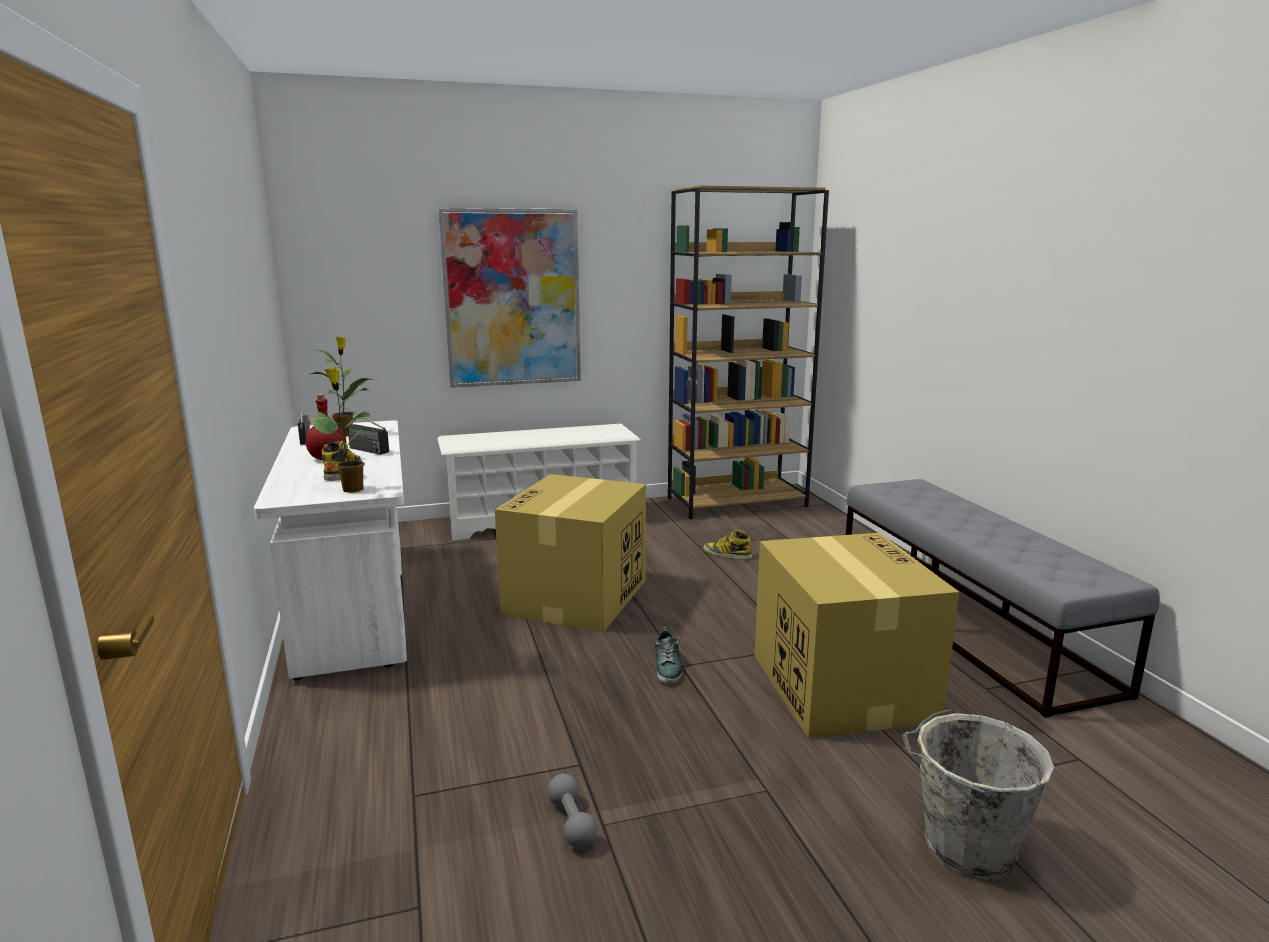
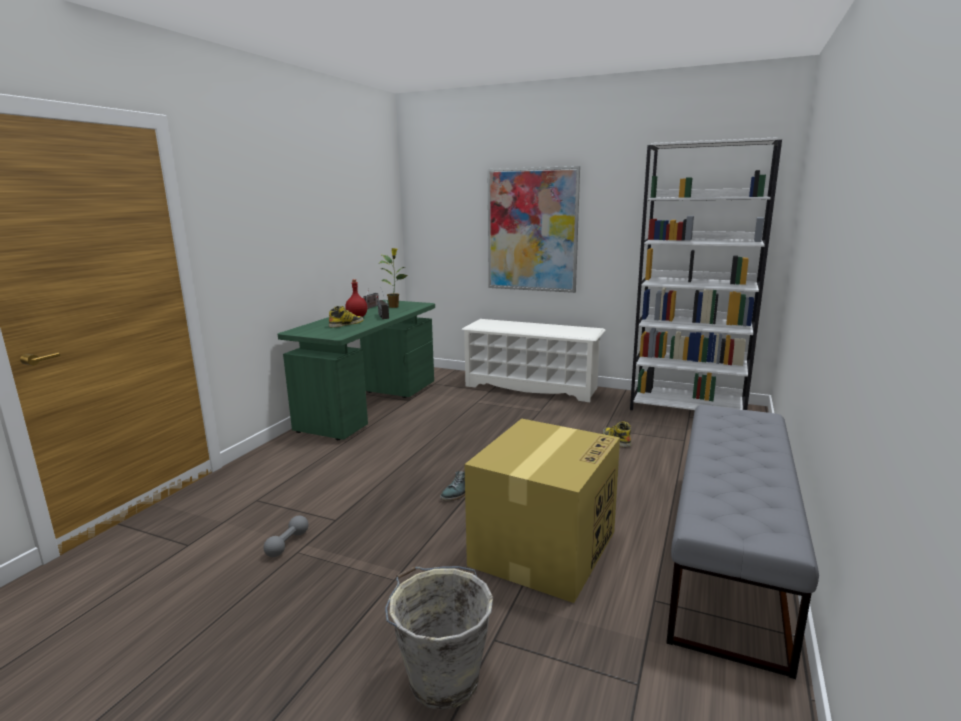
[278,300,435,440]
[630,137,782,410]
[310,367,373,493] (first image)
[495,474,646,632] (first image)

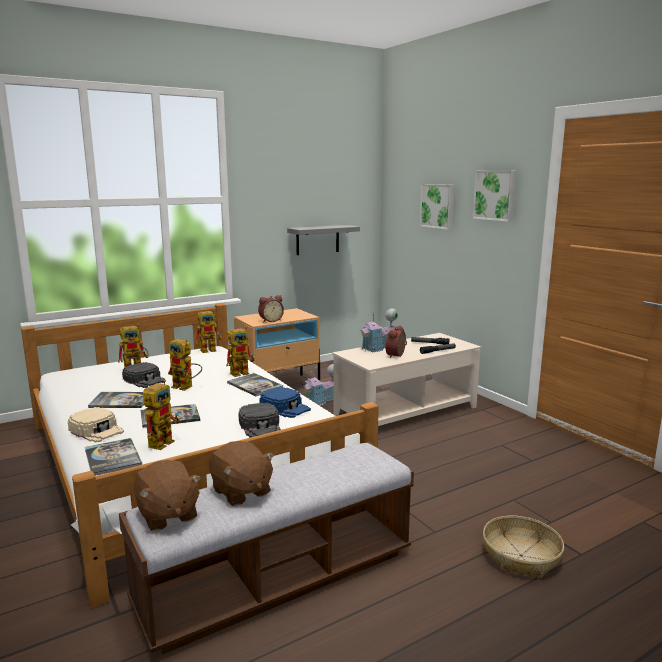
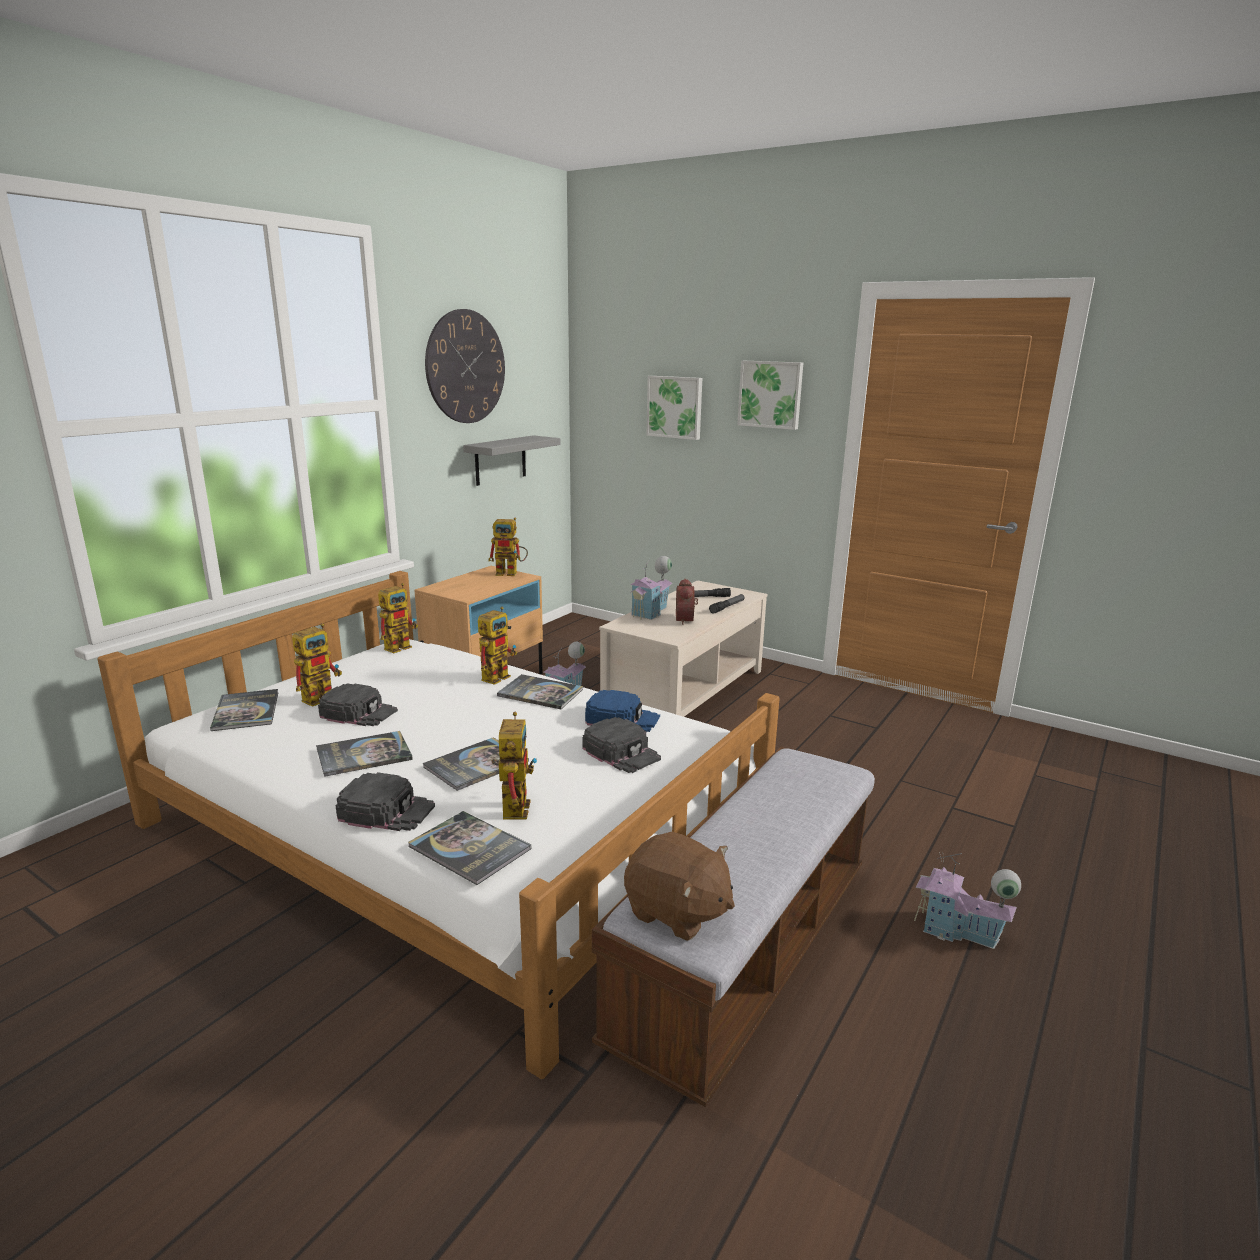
[210,689,279,731]
[335,772,435,831]
[425,309,505,423]
[488,518,528,576]
[914,852,1021,949]
[209,441,274,506] (first image)
[258,295,284,323] (first image)
[483,515,564,579] (first image)

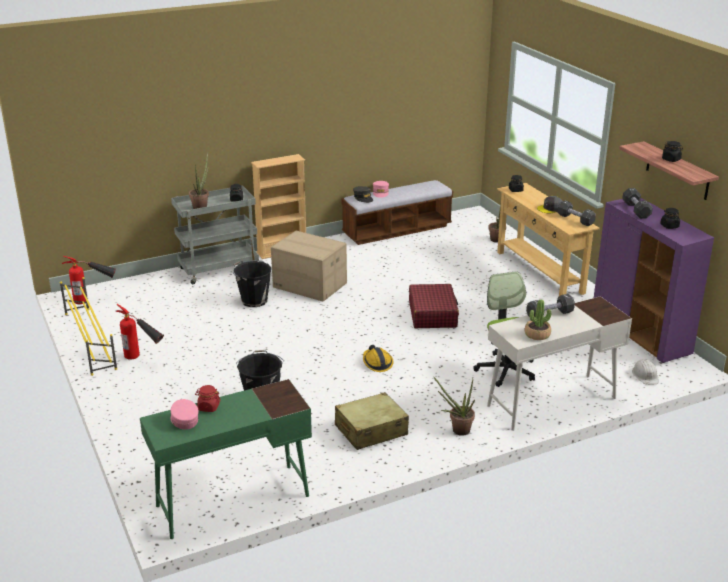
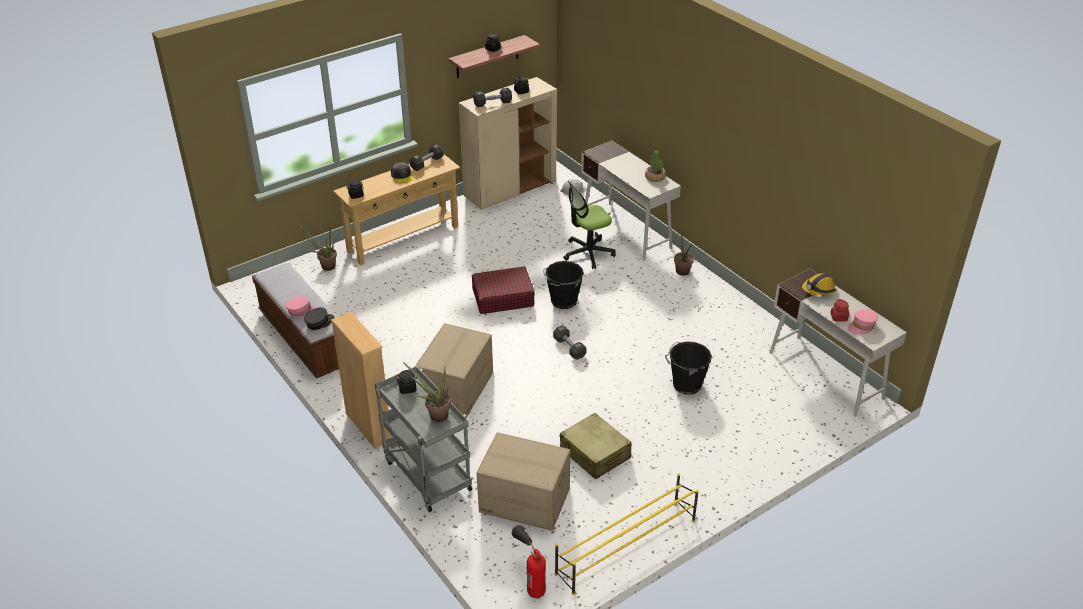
[459,77,557,210]
[476,432,570,531]
[543,261,584,309]
[553,325,587,360]
[560,413,632,479]
[769,269,907,417]
[802,273,837,296]
[115,304,164,360] (first image)

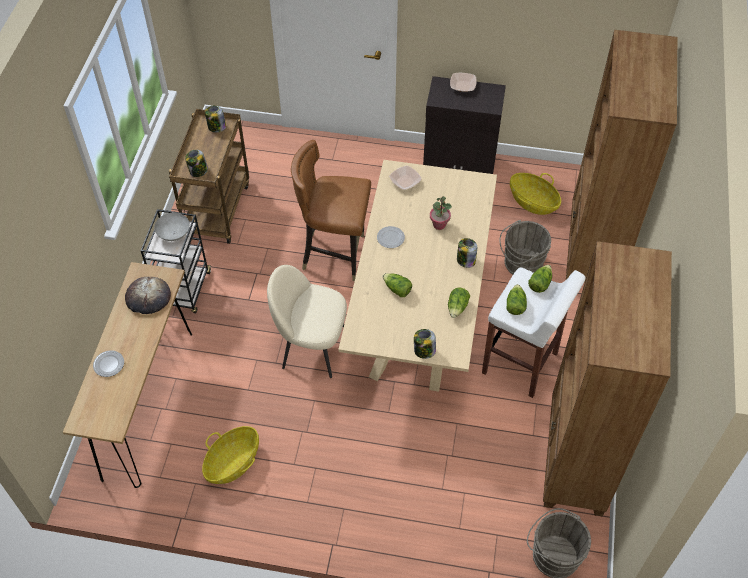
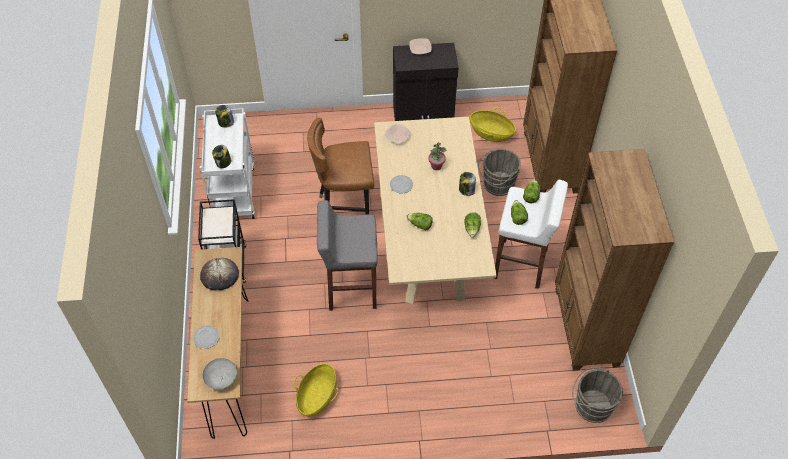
[200,108,255,219]
[203,358,237,390]
[317,200,378,311]
[414,329,436,359] (first image)

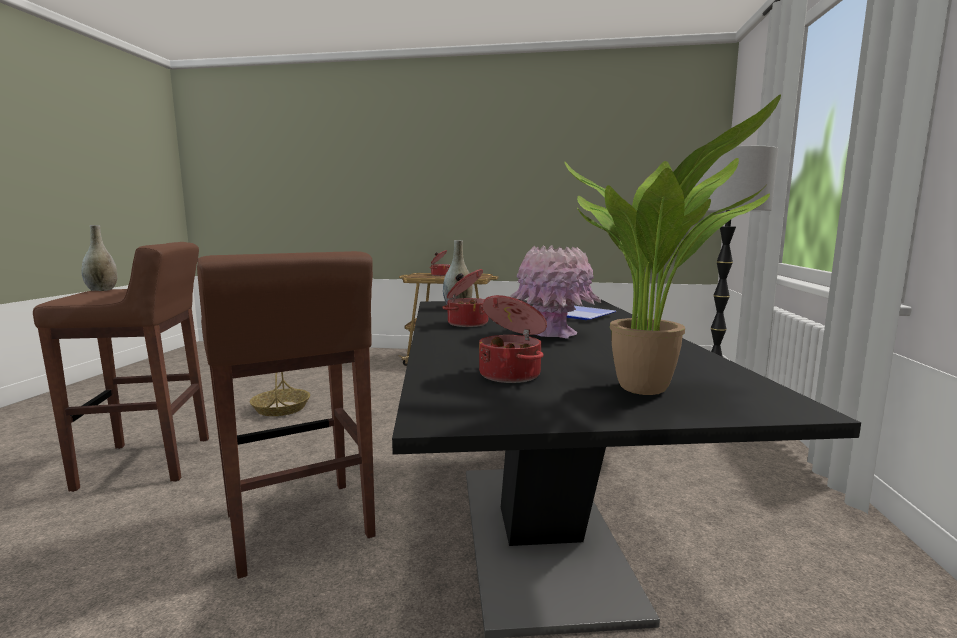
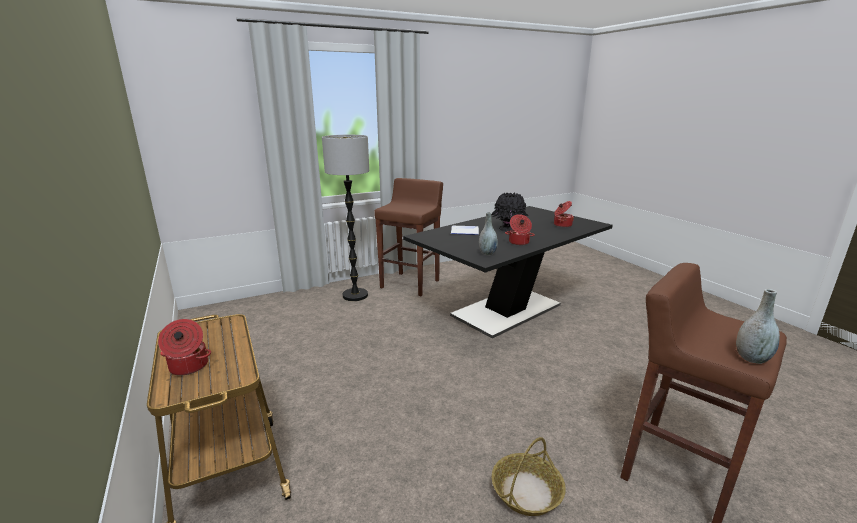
[374,178,443,296]
[492,193,528,231]
[564,95,781,395] (first image)

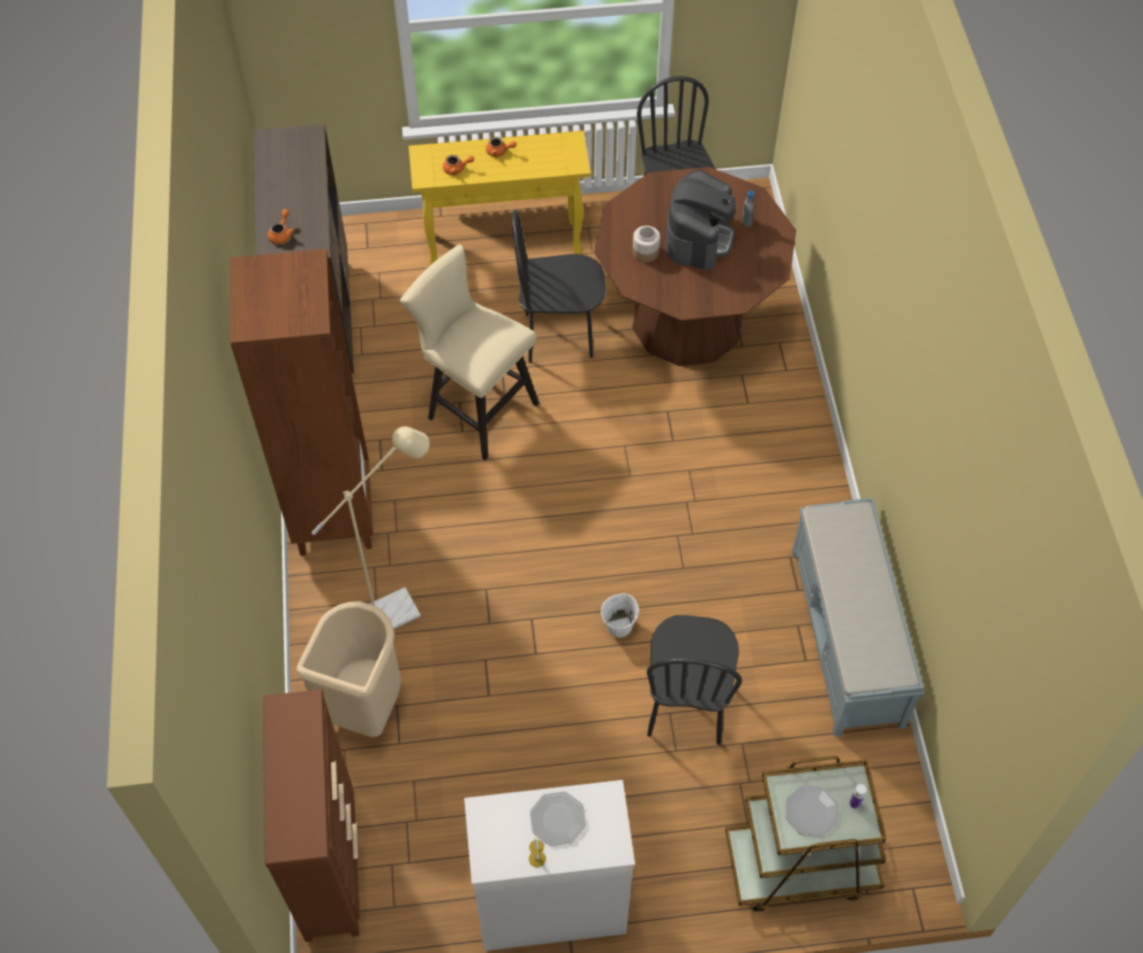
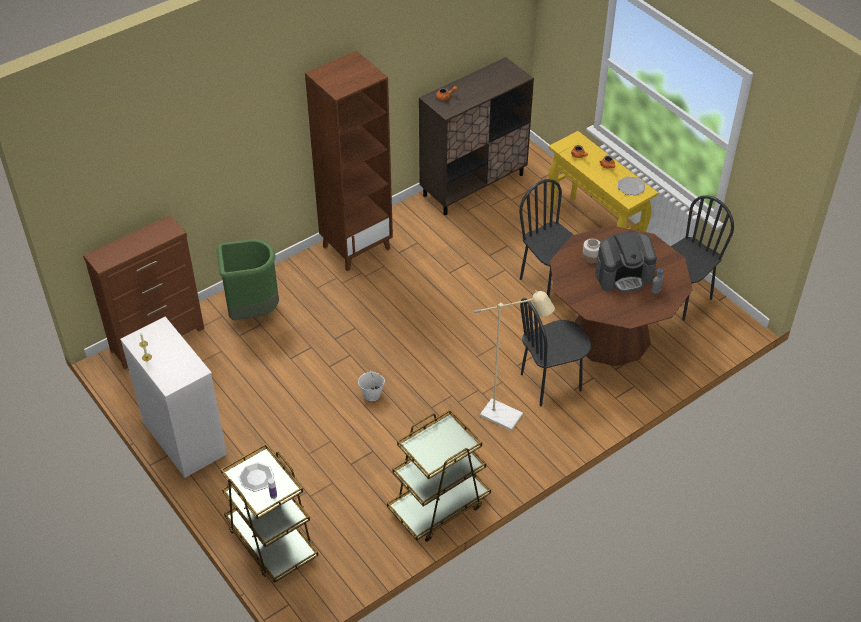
[217,239,279,320]
[387,409,491,542]
[474,290,555,431]
[520,298,591,406]
[618,177,645,195]
[400,244,539,461] (first image)

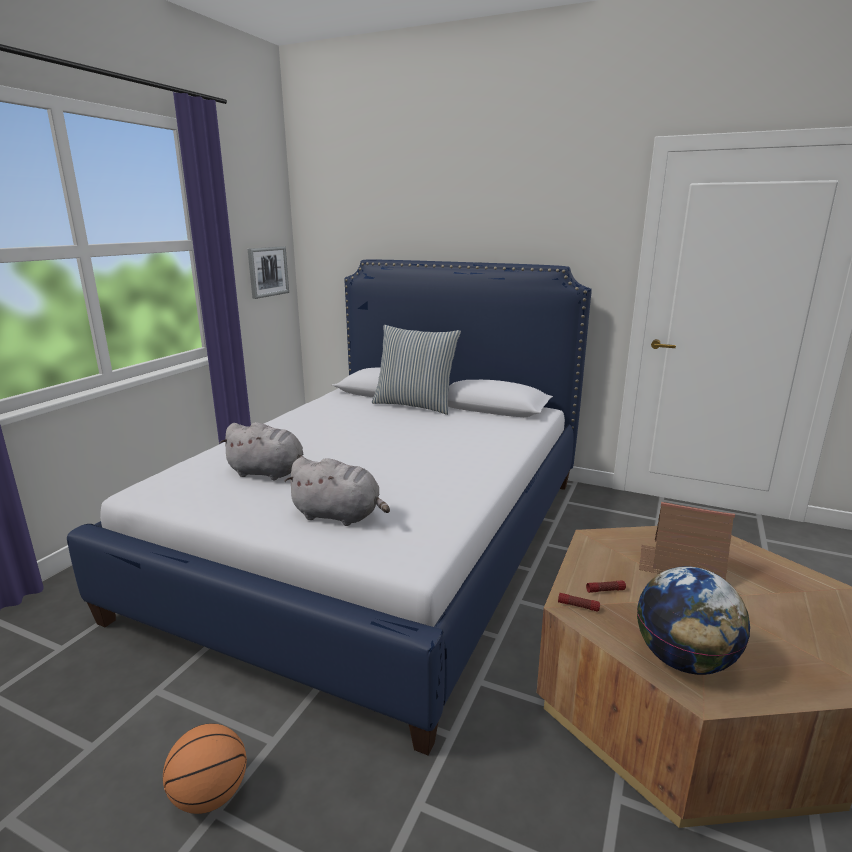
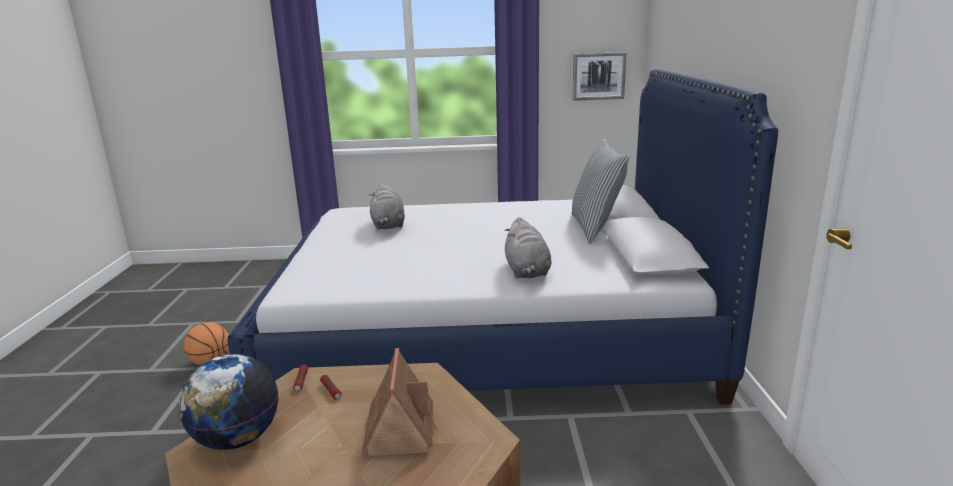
[505,217,552,278]

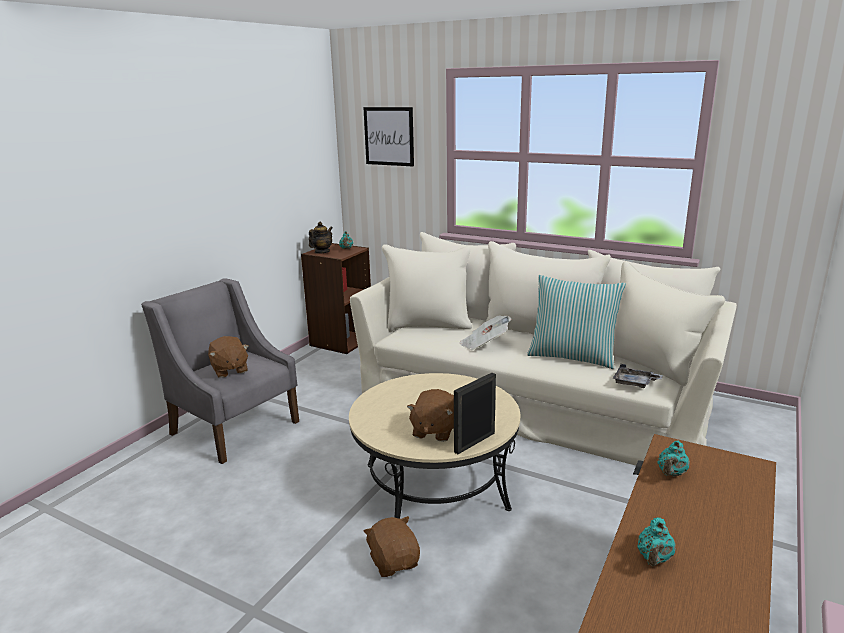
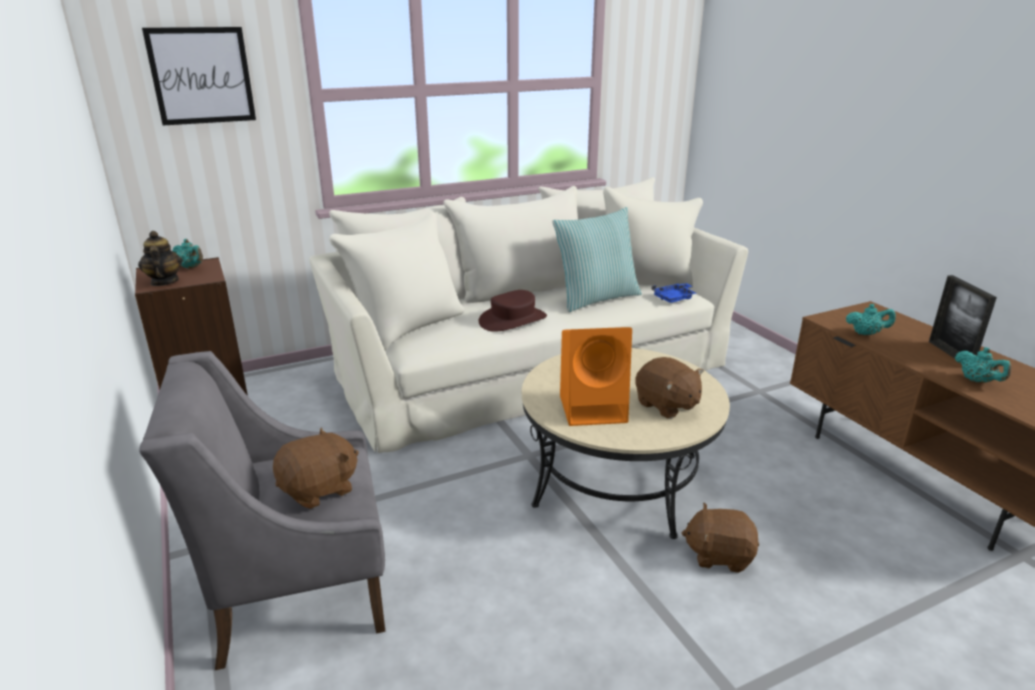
[273,428,359,509]
[479,290,547,332]
[560,327,632,426]
[652,283,697,303]
[846,304,896,335]
[929,275,997,359]

